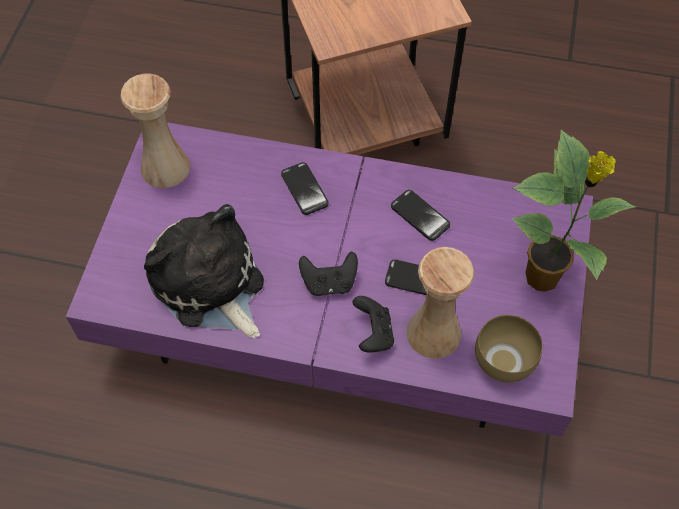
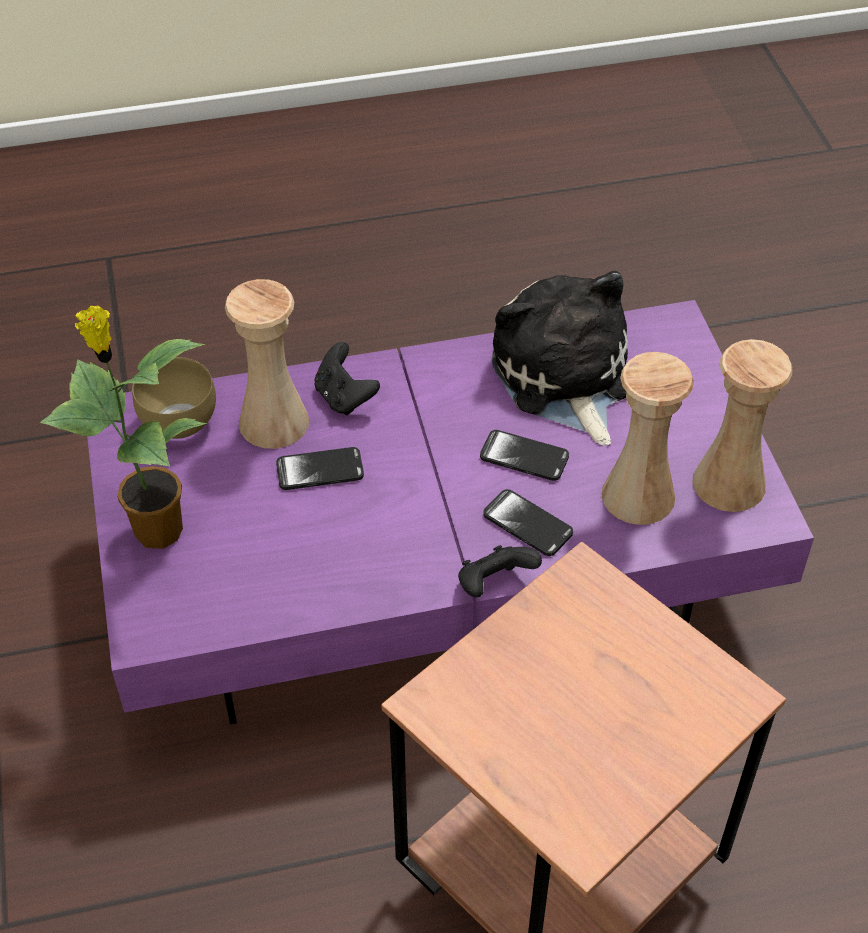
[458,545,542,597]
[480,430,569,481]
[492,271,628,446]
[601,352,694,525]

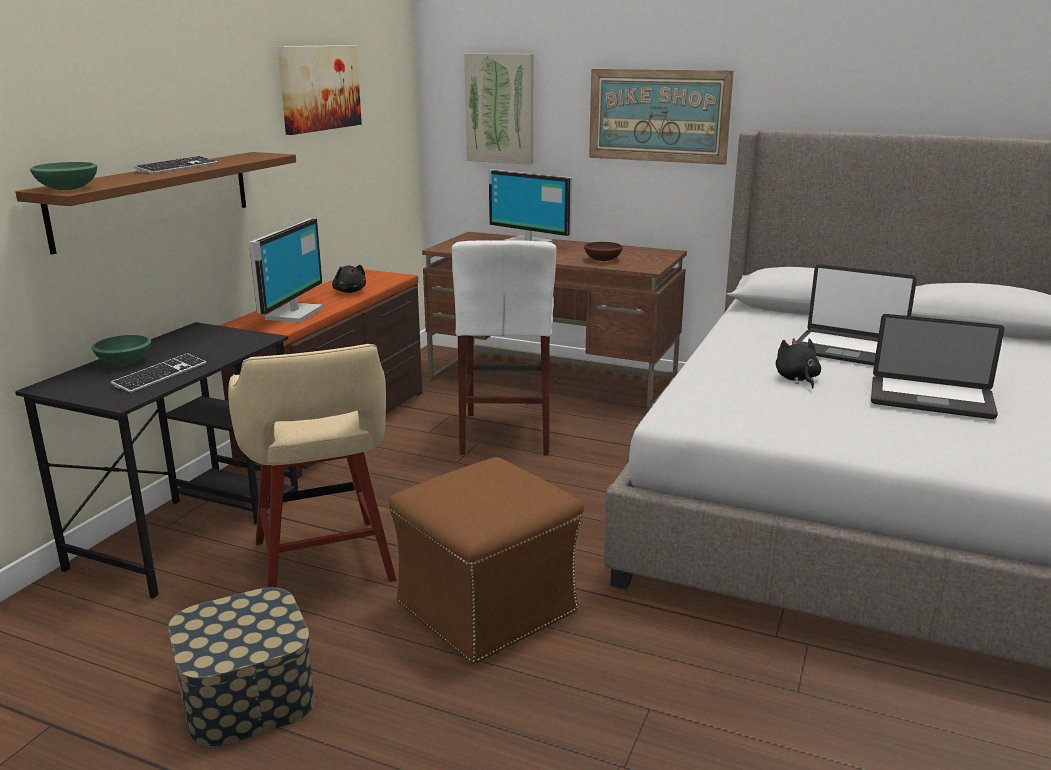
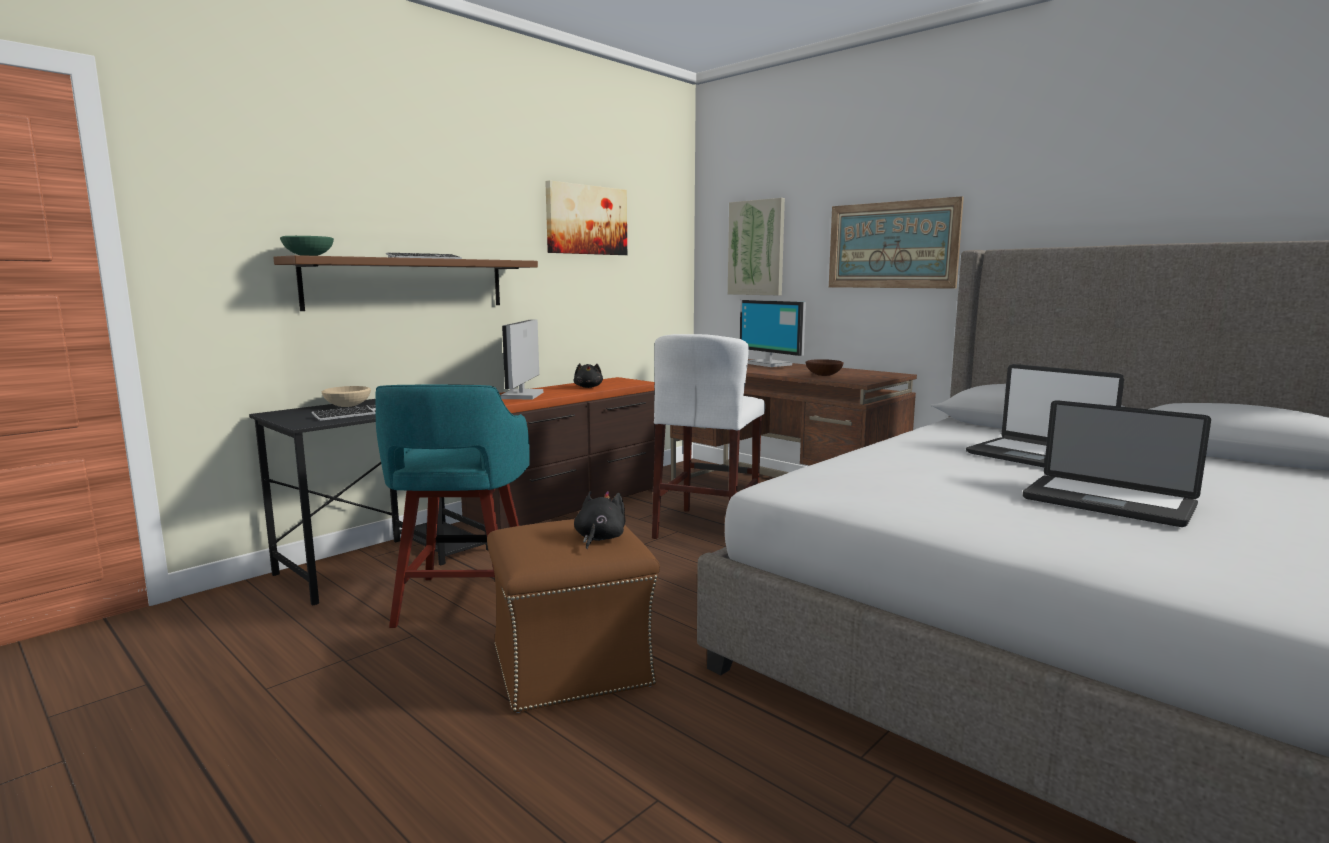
[322,386,371,407]
[375,384,530,628]
[500,319,543,399]
[574,491,625,549]
[168,587,315,747] (first image)

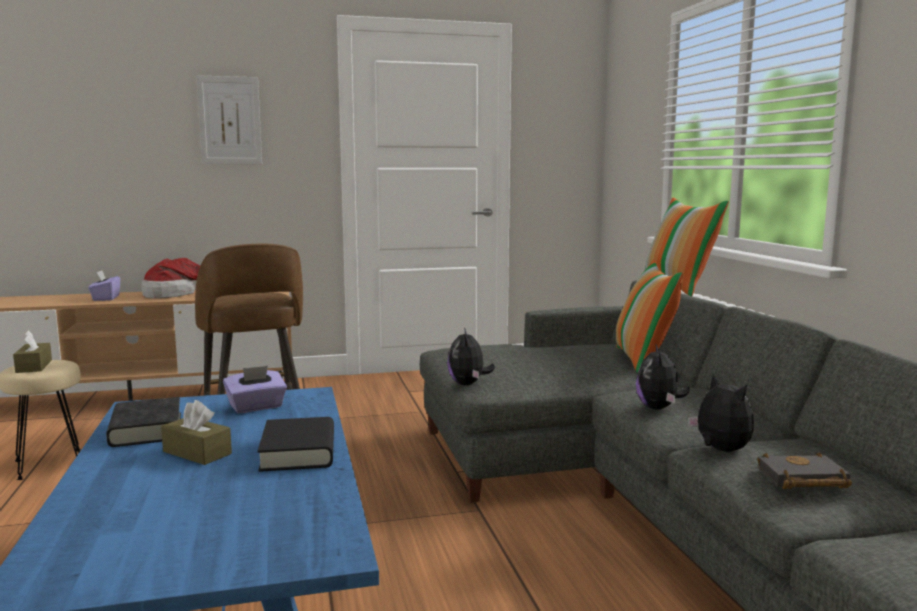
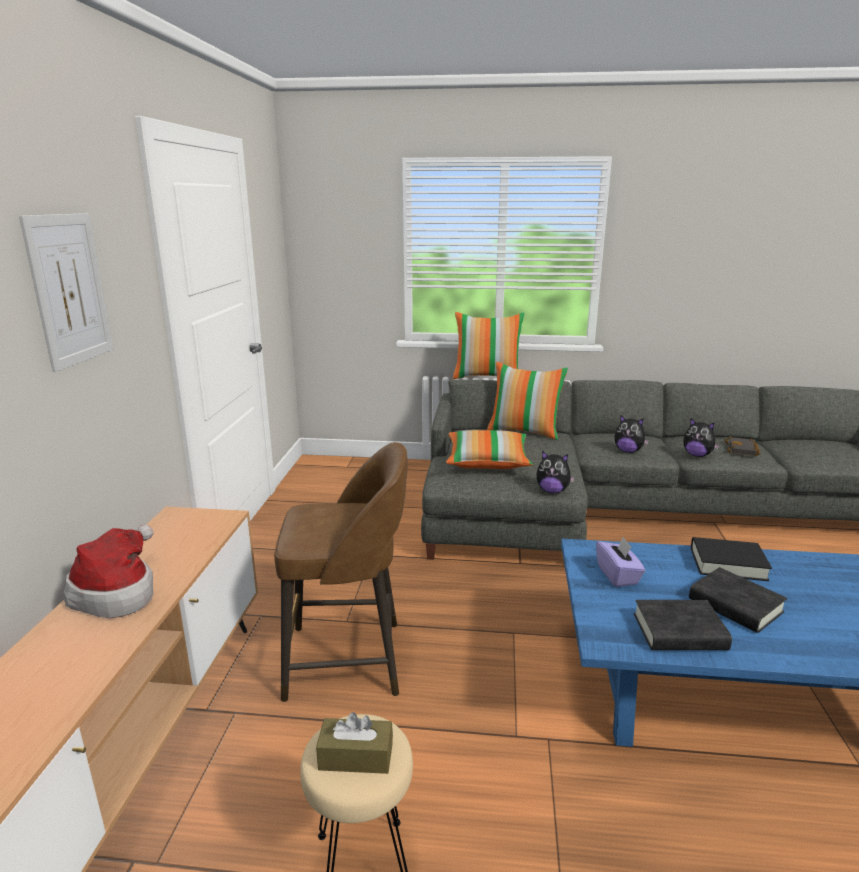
[446,430,533,469]
[683,419,720,457]
[689,567,787,633]
[88,270,120,301] (first image)

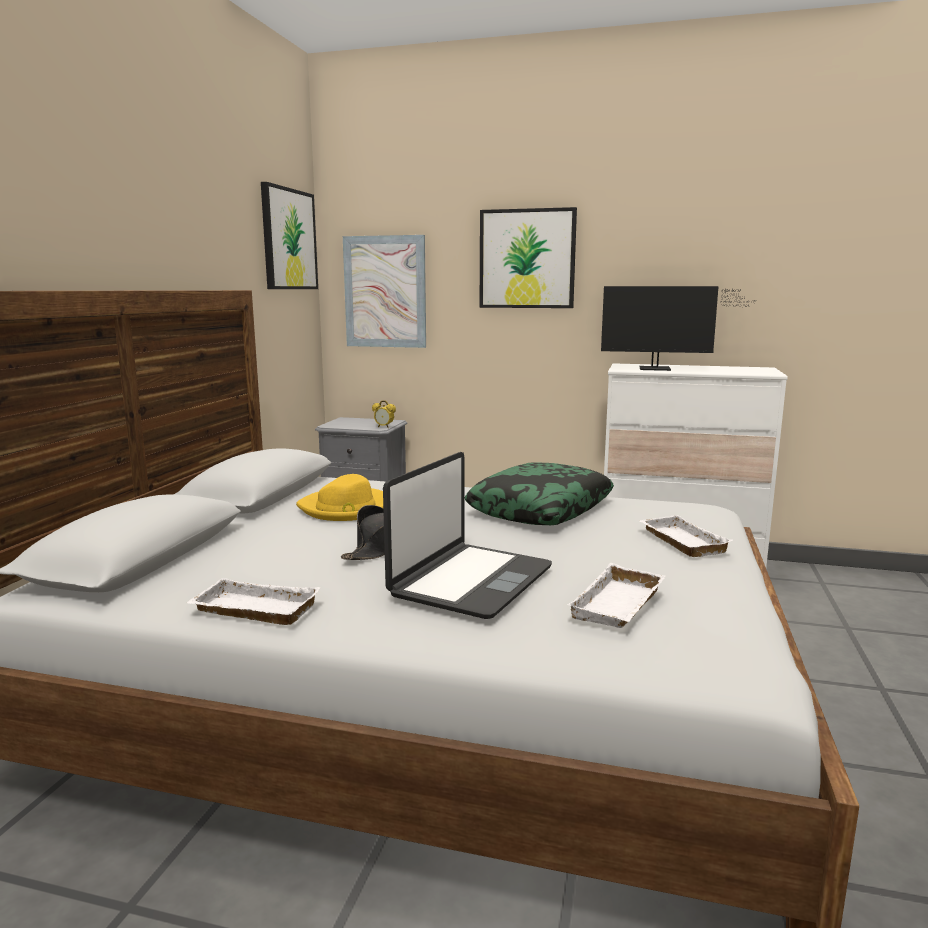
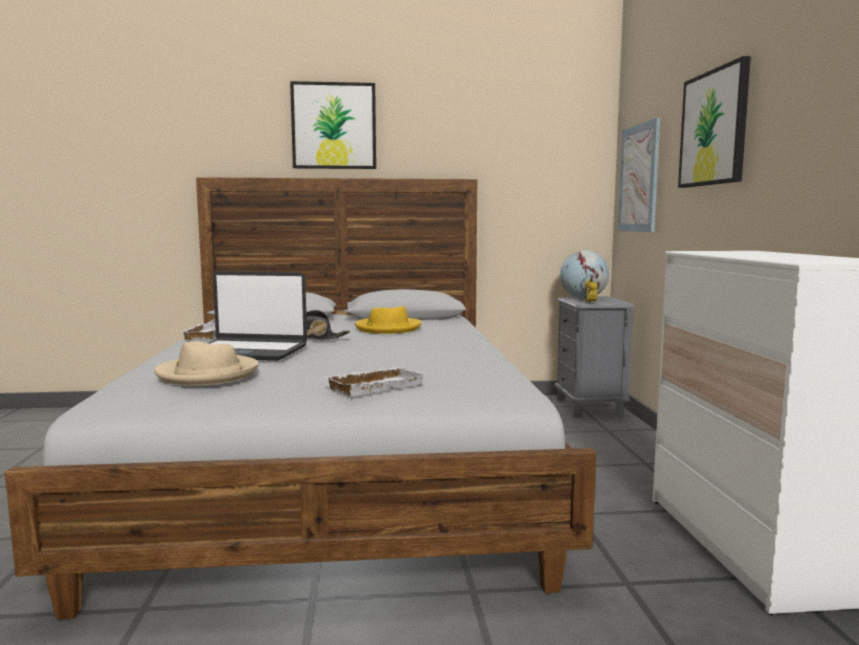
[154,341,258,386]
[290,81,376,169]
[560,250,609,299]
[465,462,614,525] (first image)
[601,286,755,371] (first image)

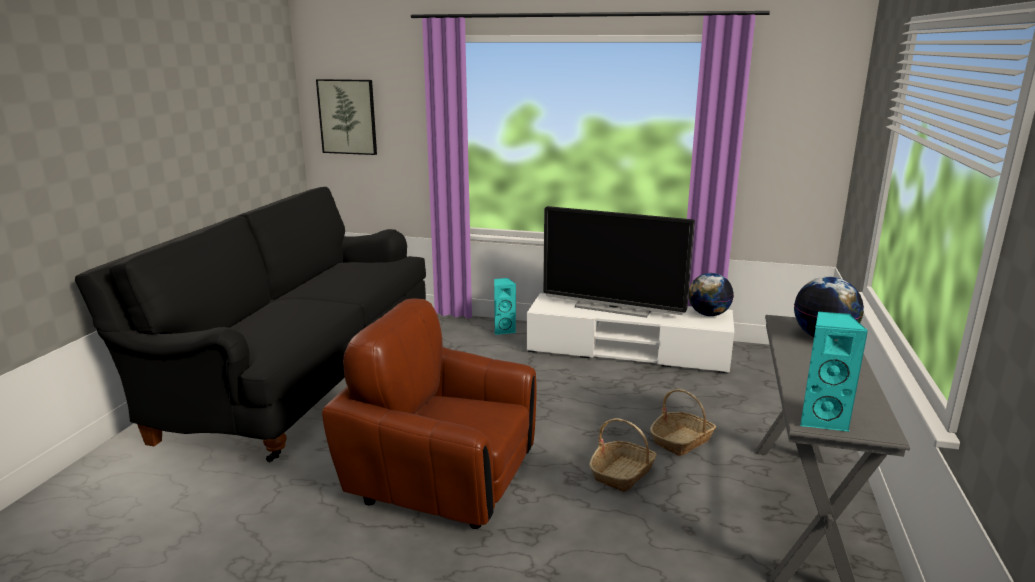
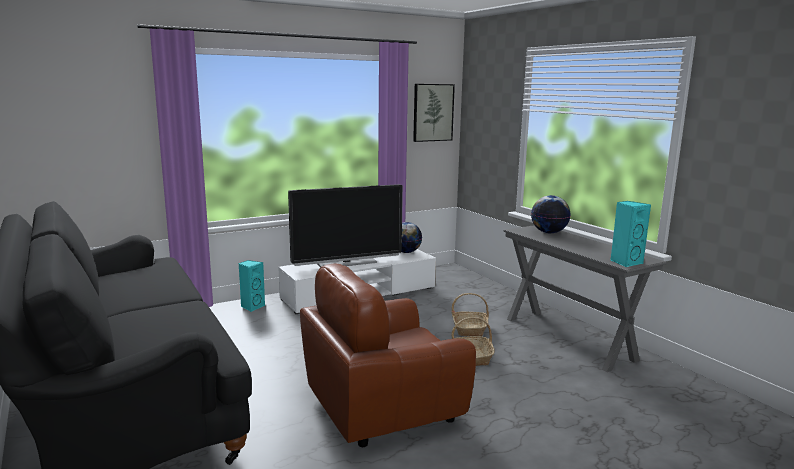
[413,84,455,142]

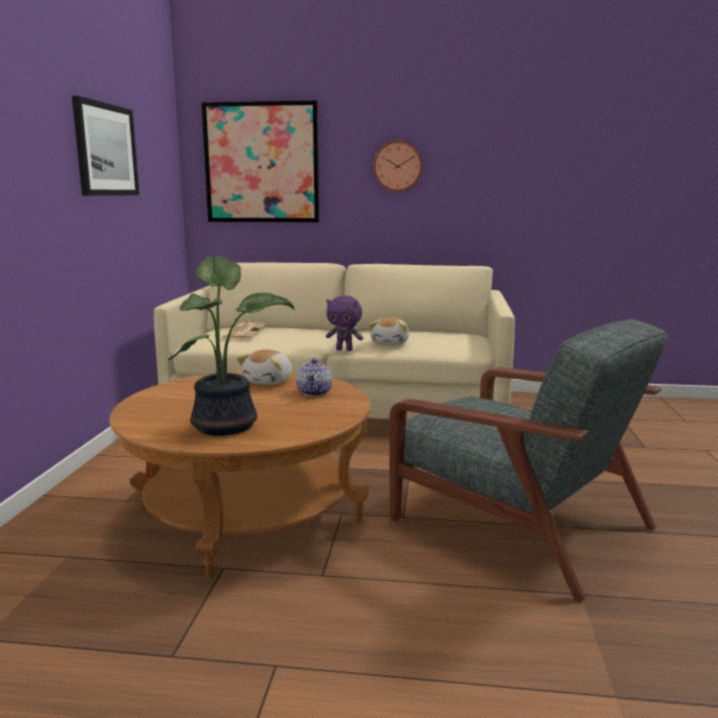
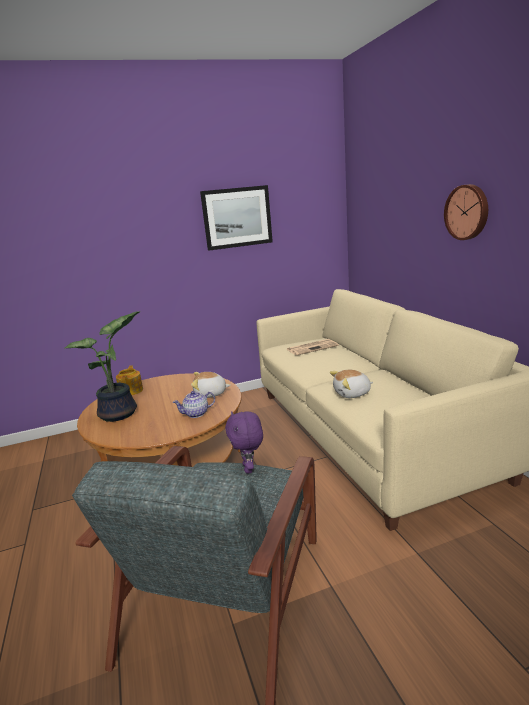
[116,365,143,395]
[225,411,263,474]
[201,100,320,222] (first image)

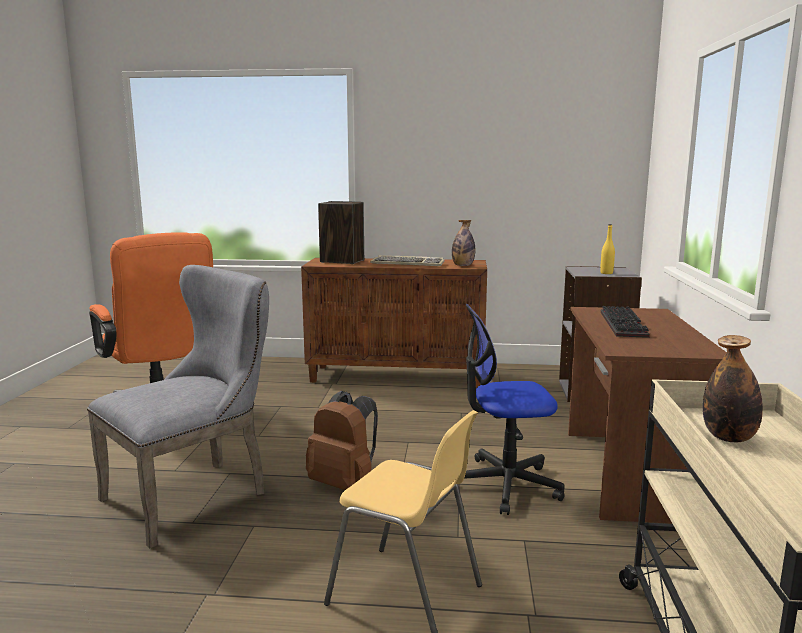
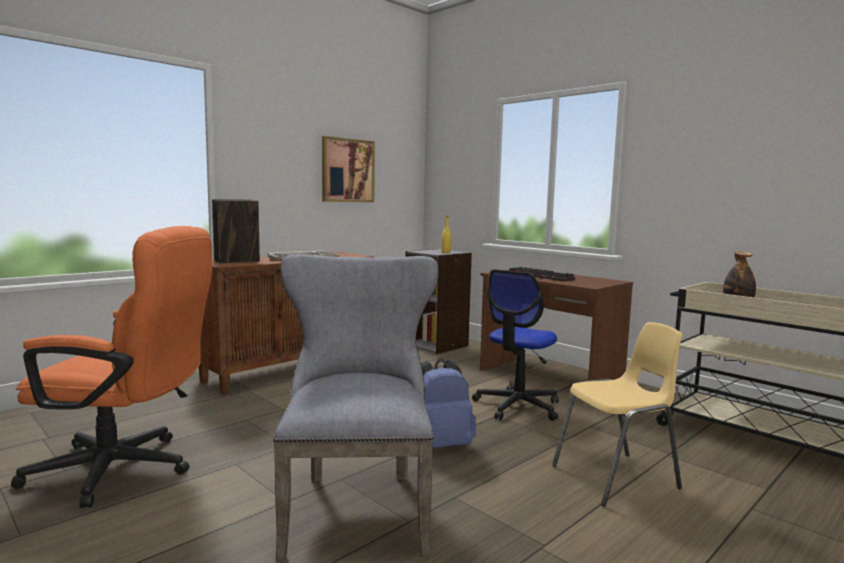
[322,136,375,202]
[421,358,476,448]
[452,220,475,266] (first image)

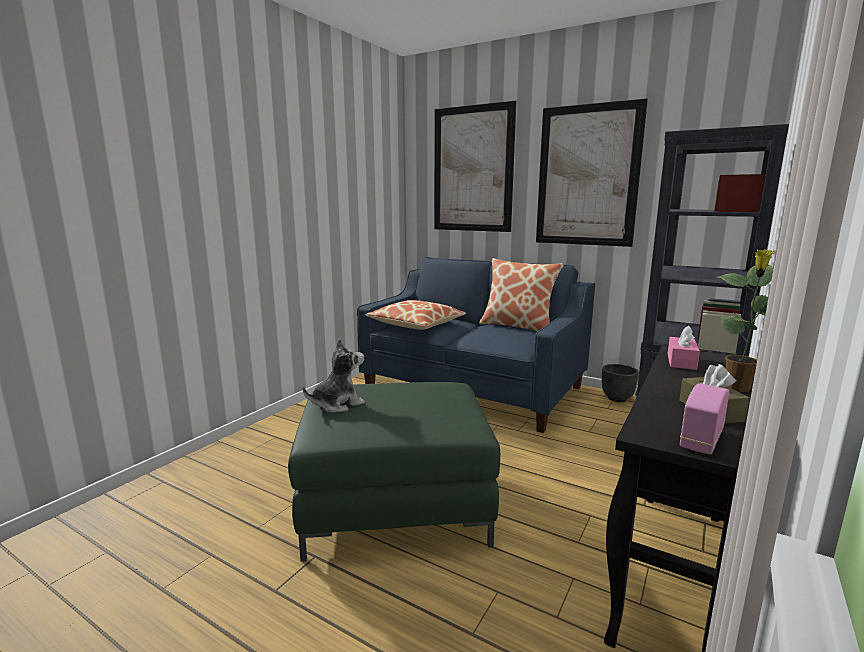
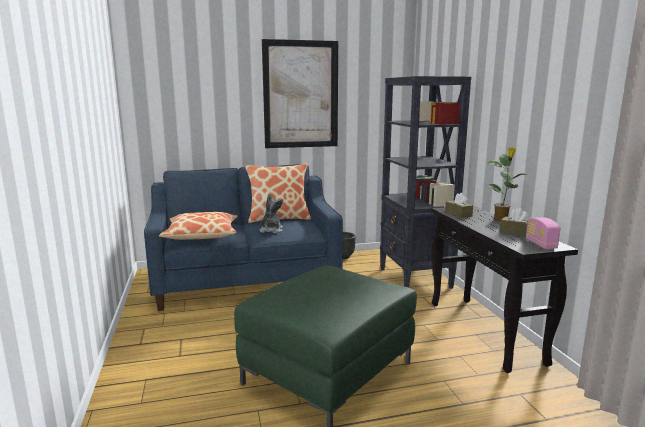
[260,194,283,233]
[445,193,473,218]
[434,101,516,232] (first image)

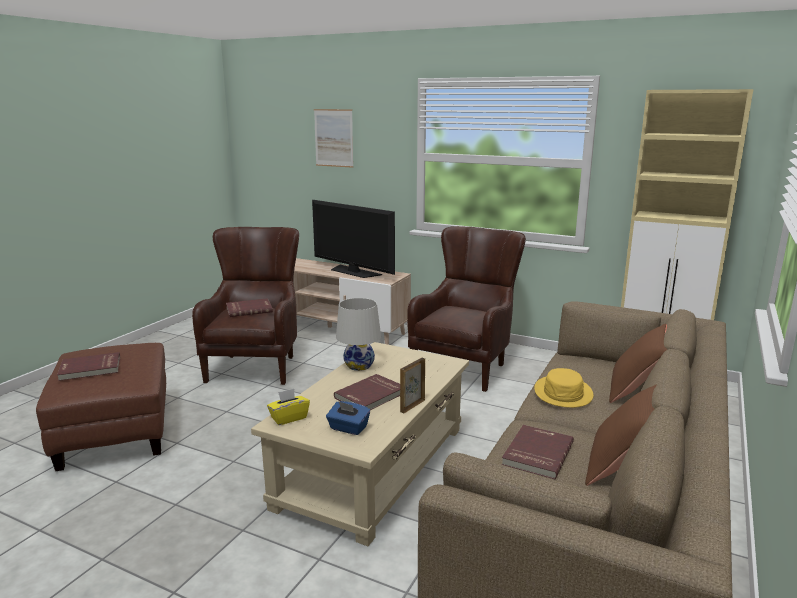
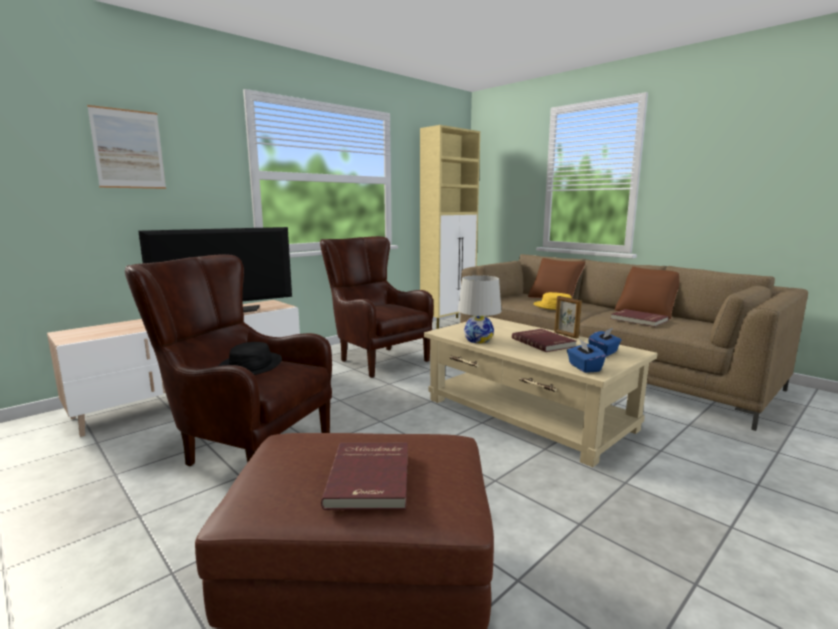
[219,342,282,375]
[567,340,606,373]

